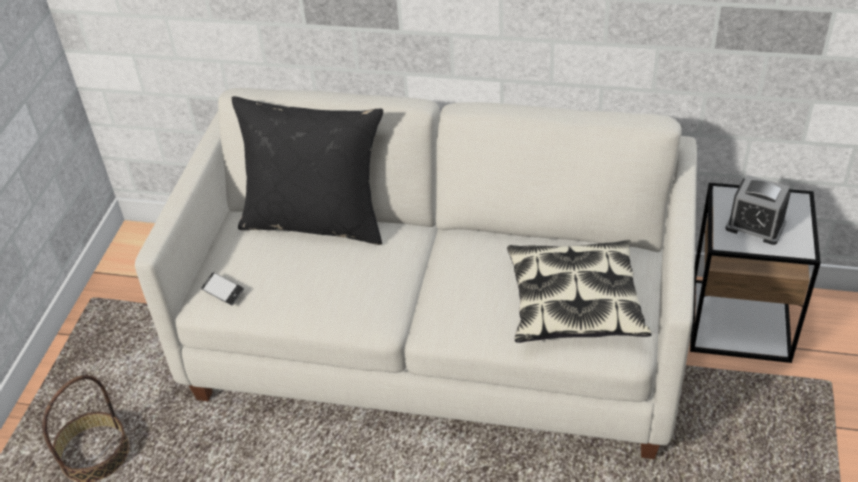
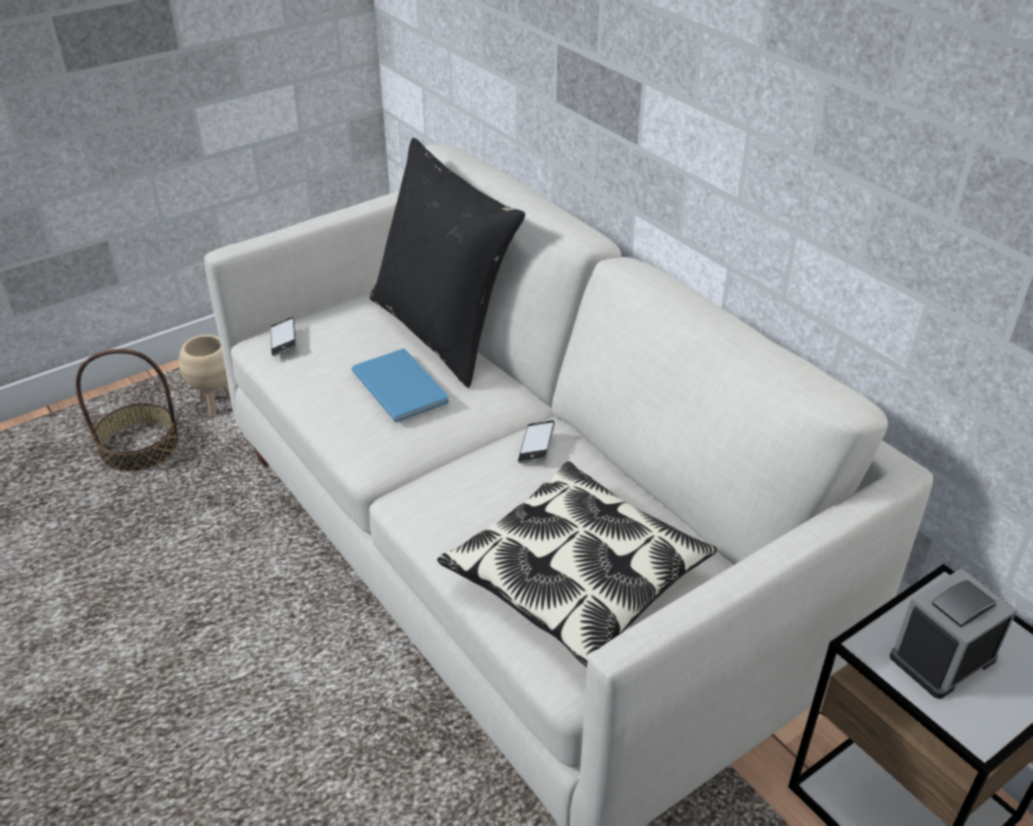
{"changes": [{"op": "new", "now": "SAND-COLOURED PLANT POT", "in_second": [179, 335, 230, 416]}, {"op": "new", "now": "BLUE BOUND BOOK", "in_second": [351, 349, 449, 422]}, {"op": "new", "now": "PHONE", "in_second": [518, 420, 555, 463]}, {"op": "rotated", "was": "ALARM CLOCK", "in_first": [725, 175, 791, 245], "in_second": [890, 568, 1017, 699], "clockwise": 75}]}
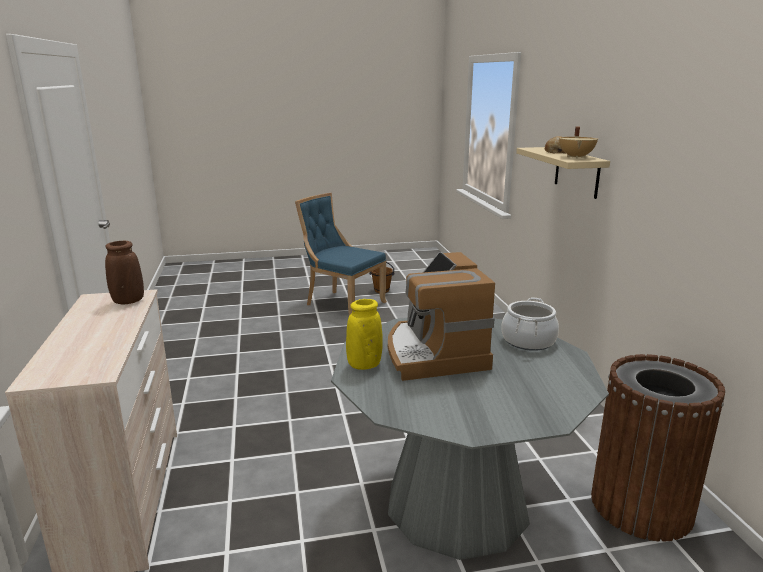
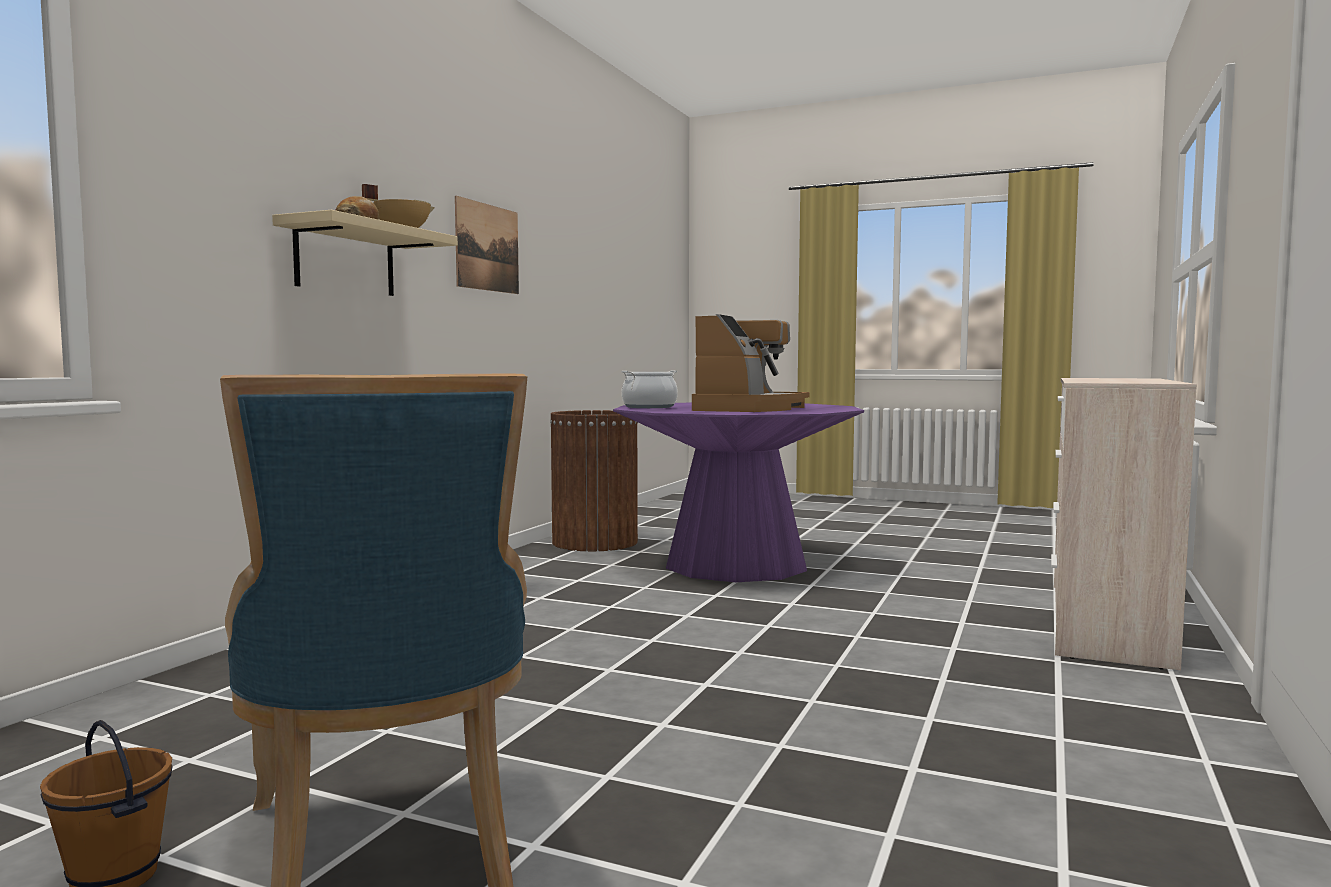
{"changes": [{"op": "new", "now": "WALL PICTURE", "in_second": [455, 196, 519, 294]}, {"op": "repainted", "was": "GREY DINNER TABLE", "now": "PURPLISH DINNER TABLE", "in_first": [331, 318, 609, 560], "in_second": [613, 403, 864, 582]}, {"op": "gone", "was": "BROWN-COLOURED FLOWER VASE", "in_first": [105, 241, 144, 305]}, {"op": "gone", "was": "YELLOWISH FLOWER VASE", "in_first": [346, 299, 383, 370]}]}
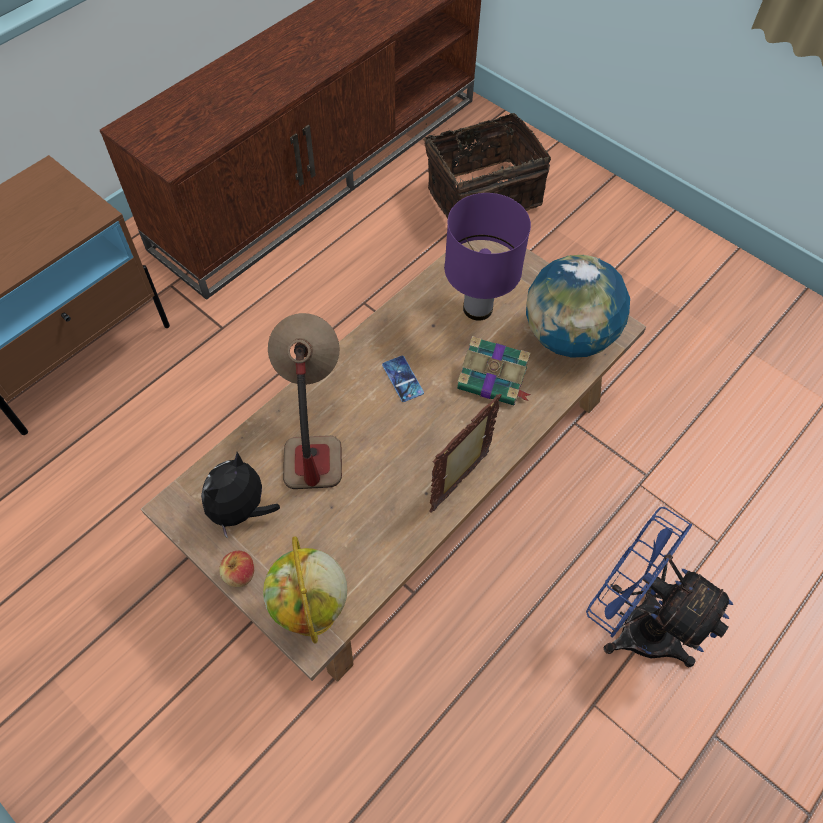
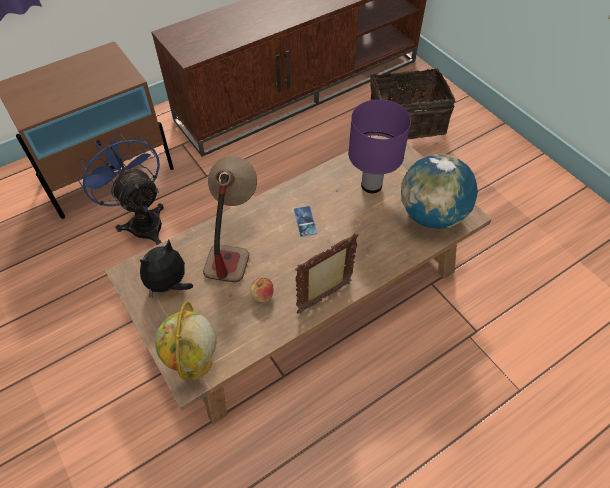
{"changes": [{"op": "shifted", "was": "BLUE COOLING FAN", "in_first": [586, 507, 733, 667], "in_second": [78, 131, 164, 245]}, {"op": "shifted", "was": "APPLE", "in_first": [219, 551, 254, 587], "in_second": [250, 278, 273, 302]}, {"op": "gone", "was": "BOUND BOOK", "in_first": [457, 336, 531, 405]}]}
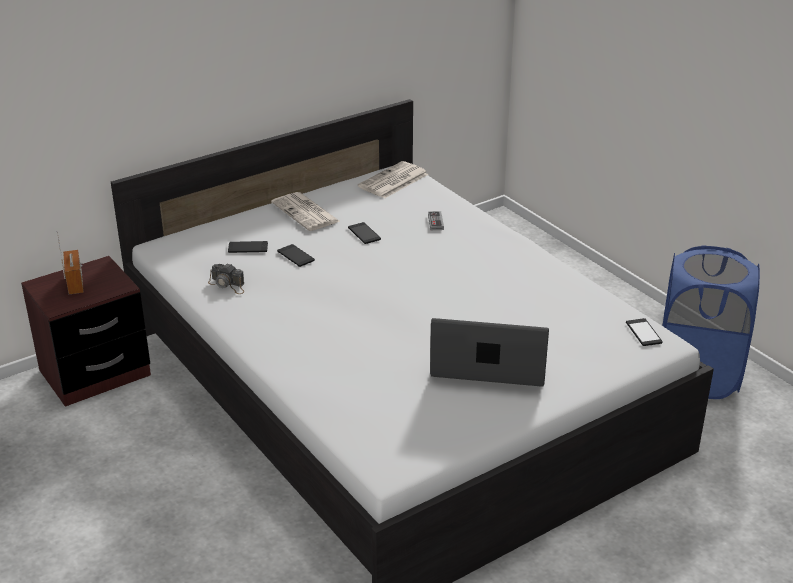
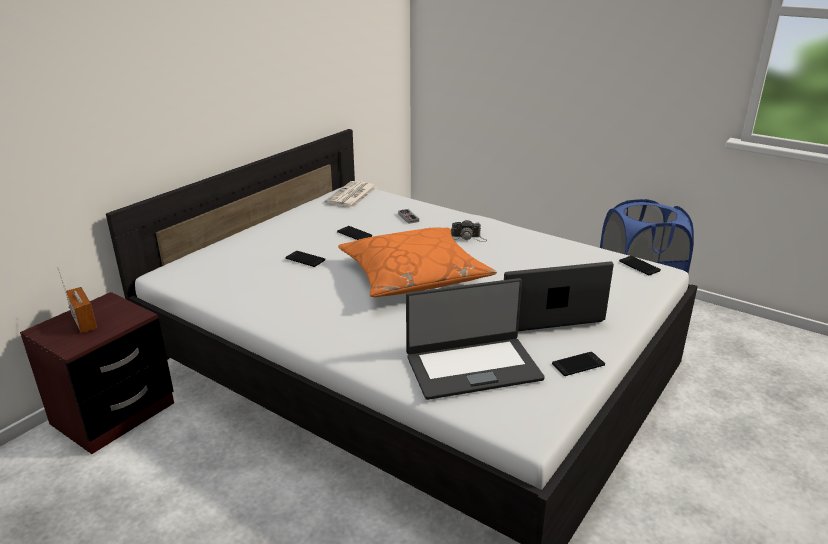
{"changes": [{"op": "new", "now": "ORANGE-COLOURED CUSHION", "in_second": [338, 227, 497, 297]}, {"op": "new", "now": "NOTEBOOK COMPUTER", "in_second": [406, 278, 545, 400]}, {"op": "shifted", "was": "PHOTO CAMERA", "in_first": [208, 263, 244, 294], "in_second": [451, 220, 487, 242]}, {"op": "shifted", "was": "PHONE", "in_first": [228, 241, 268, 253], "in_second": [552, 352, 605, 376]}, {"op": "gone", "was": "PRINTED PAPER", "in_first": [271, 192, 341, 231]}]}
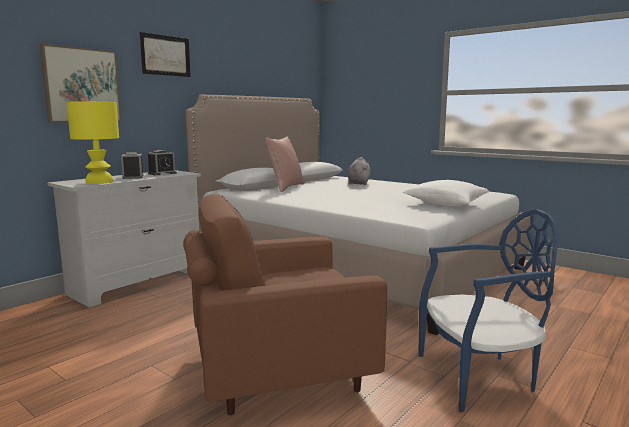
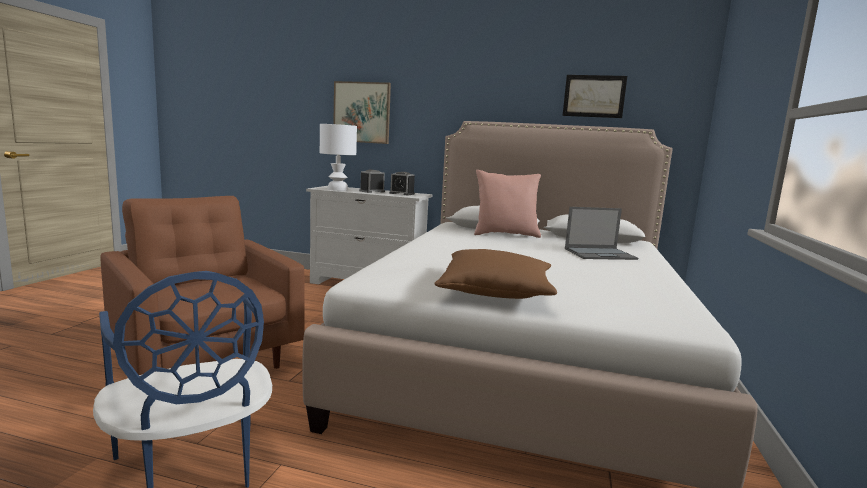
{"changes": [{"op": "repainted", "was": "YELLOWISH TABLE LAMP", "now": "WHITISH TABLE LAMP", "in_first": [66, 102, 119, 184], "in_second": [320, 124, 357, 191]}, {"op": "repainted", "was": "WHITISH CUSHION", "now": "BROWN-COLOURED CUSHION", "in_first": [403, 180, 489, 206], "in_second": [434, 249, 557, 299]}, {"op": "shifted", "was": "WALL PICTURE", "in_first": [140, 32, 191, 77], "in_second": [563, 75, 627, 118]}, {"op": "swapped", "was": "GREY SOFT TOY", "now": "NOTEBOOK COMPUTER", "in_first": [348, 157, 370, 185], "in_second": [565, 207, 638, 260]}]}
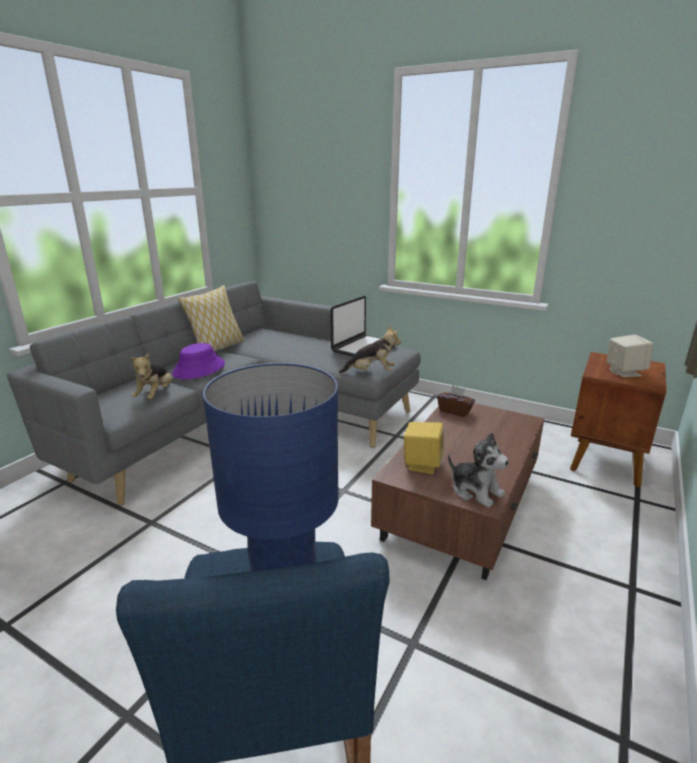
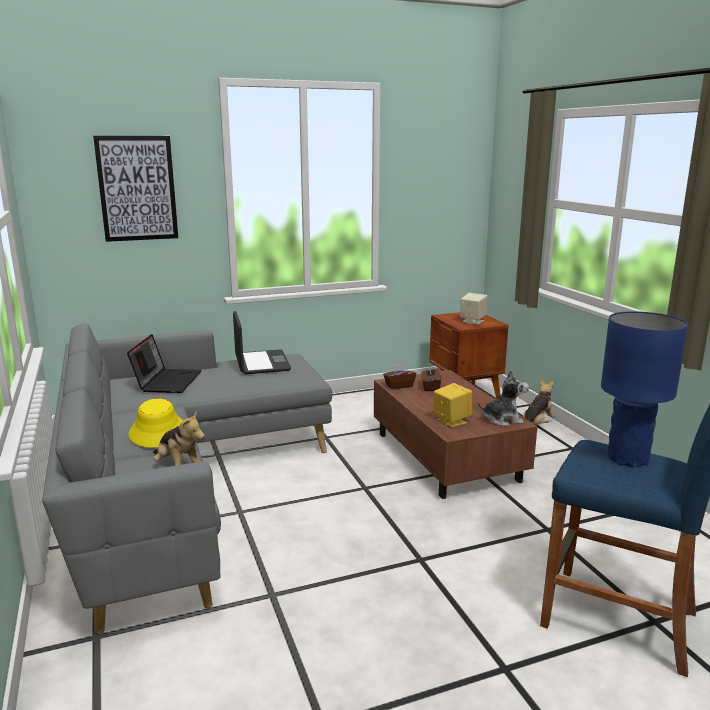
{"changes": [{"op": "new", "now": "WALL PICTURE", "in_second": [93, 136, 178, 242]}, {"op": "new", "now": "NOTEBOOK COMPUTER", "in_second": [127, 334, 201, 393]}, {"op": "repainted", "was": "PURPLISH CLOTHING HAT", "now": "YELLOWISH CLOTHING HAT", "in_first": [172, 343, 225, 379], "in_second": [128, 398, 183, 448]}, {"op": "new", "now": "BROWN-COLOURED TISSUE HOLDER", "in_second": [421, 365, 442, 391]}, {"op": "shifted", "was": "SOFT TOY", "in_first": [339, 326, 401, 373], "in_second": [523, 379, 555, 424]}, {"op": "gone", "was": "CUSHION", "in_first": [178, 285, 245, 352]}]}
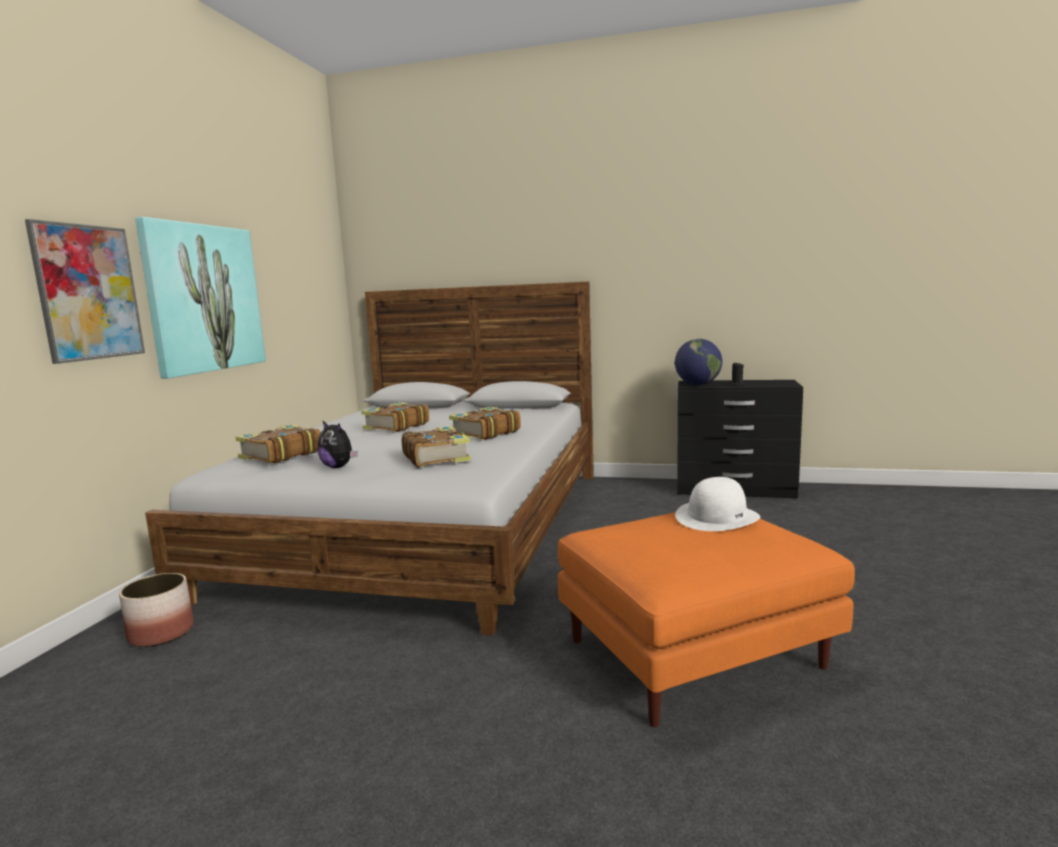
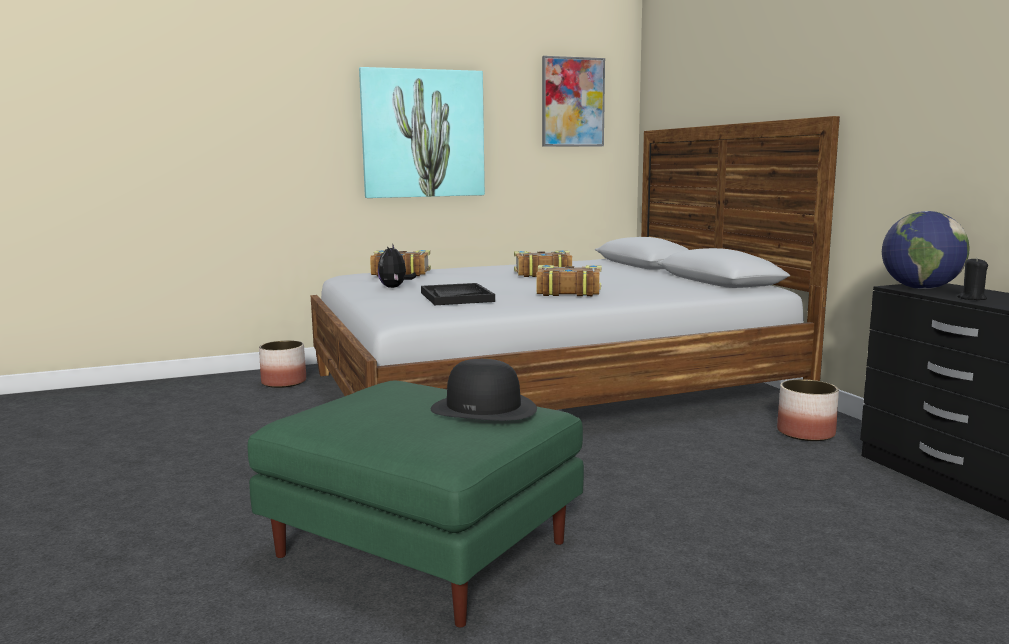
{"changes": [{"op": "repainted", "was": "ORANGE-COLOURED OTTOMAN", "now": "GREEN-COLOURED OTTOMAN", "in_first": [558, 512, 855, 727], "in_second": [248, 381, 584, 627]}, {"op": "swapped", "was": "BOUND BOOK", "now": "BLACK TRAY", "in_first": [402, 426, 472, 467], "in_second": [421, 283, 495, 305]}, {"op": "repainted", "was": "WHITISH CLOTHING HAT", "now": "BLACK CLOTHING HAT", "in_first": [675, 477, 760, 531], "in_second": [431, 359, 537, 421]}, {"op": "shifted", "was": "WALL PICTURE", "in_first": [25, 219, 145, 364], "in_second": [542, 56, 605, 147]}, {"op": "new", "now": "PLANT POT", "in_second": [777, 379, 839, 441]}]}
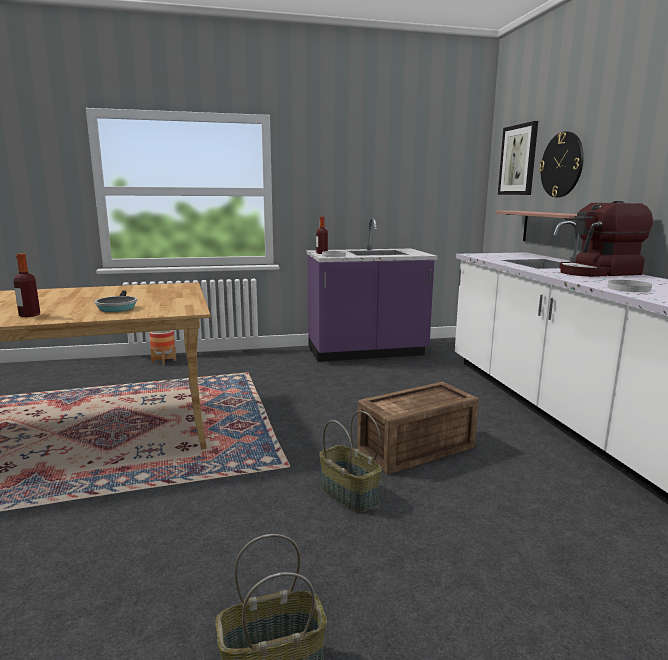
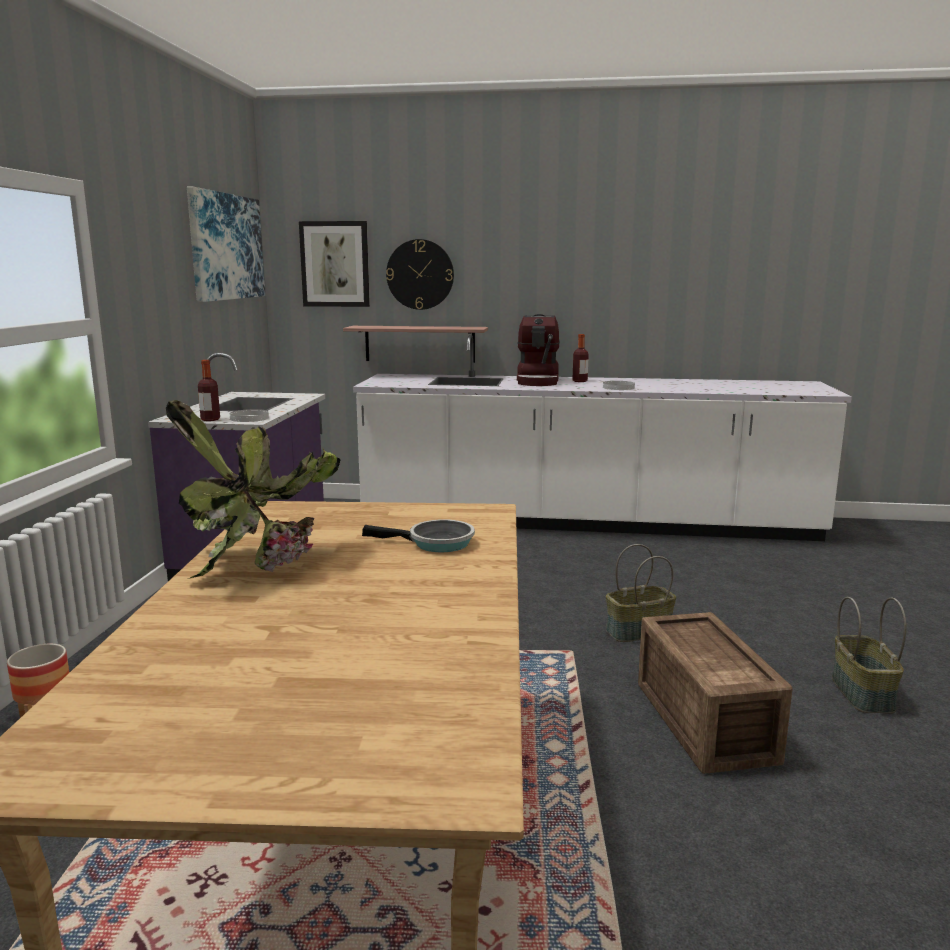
{"changes": [{"op": "new", "now": "PLANT IN A POT", "in_second": [166, 400, 341, 579]}, {"op": "new", "now": "WALL PICTURE", "in_second": [187, 187, 265, 302]}, {"op": "shifted", "was": "BEVERAGE BOTTLE", "in_first": [13, 254, 40, 317], "in_second": [573, 334, 589, 382]}, {"op": "shifted", "was": "PACKING CRATE", "in_first": [357, 382, 479, 474], "in_second": [638, 612, 793, 774]}]}
